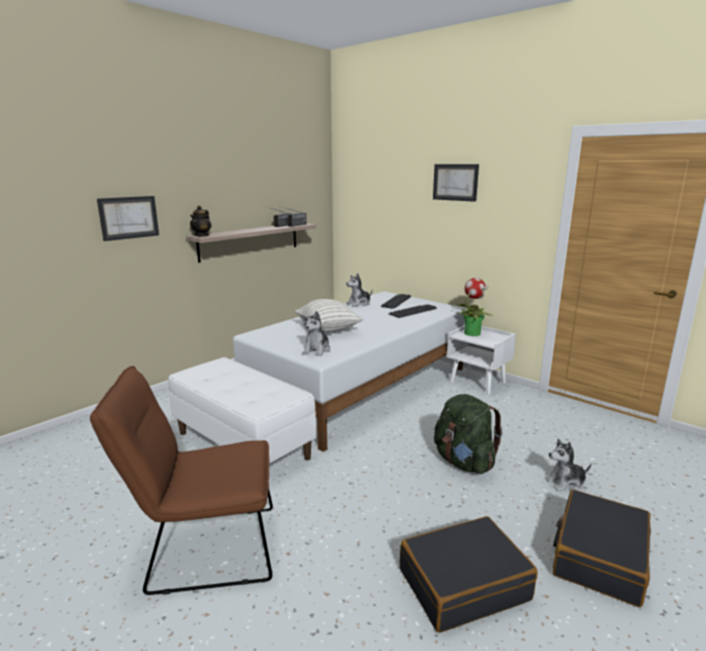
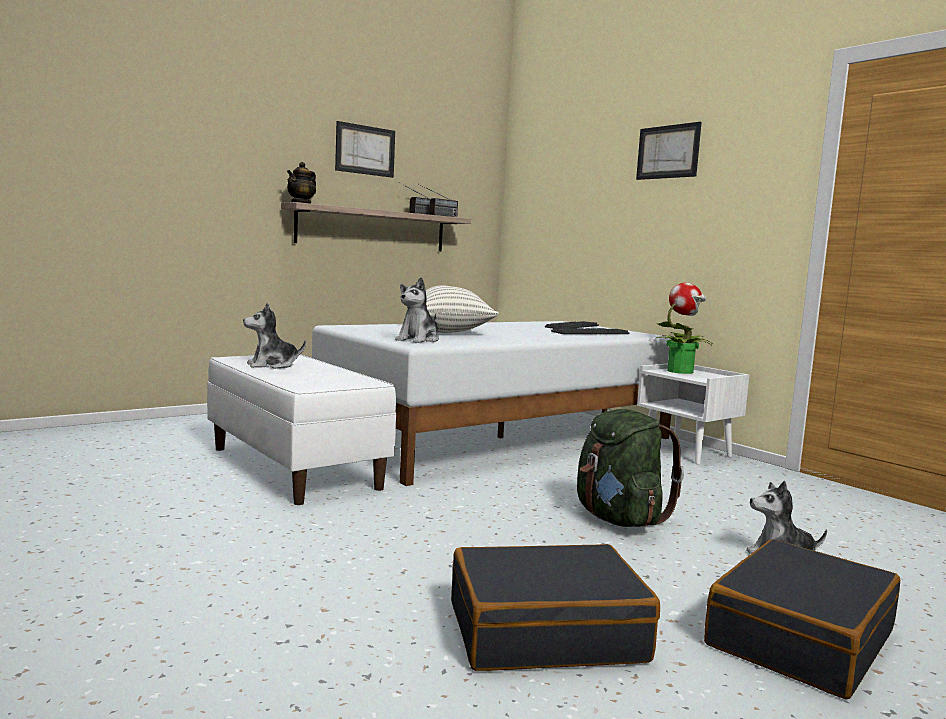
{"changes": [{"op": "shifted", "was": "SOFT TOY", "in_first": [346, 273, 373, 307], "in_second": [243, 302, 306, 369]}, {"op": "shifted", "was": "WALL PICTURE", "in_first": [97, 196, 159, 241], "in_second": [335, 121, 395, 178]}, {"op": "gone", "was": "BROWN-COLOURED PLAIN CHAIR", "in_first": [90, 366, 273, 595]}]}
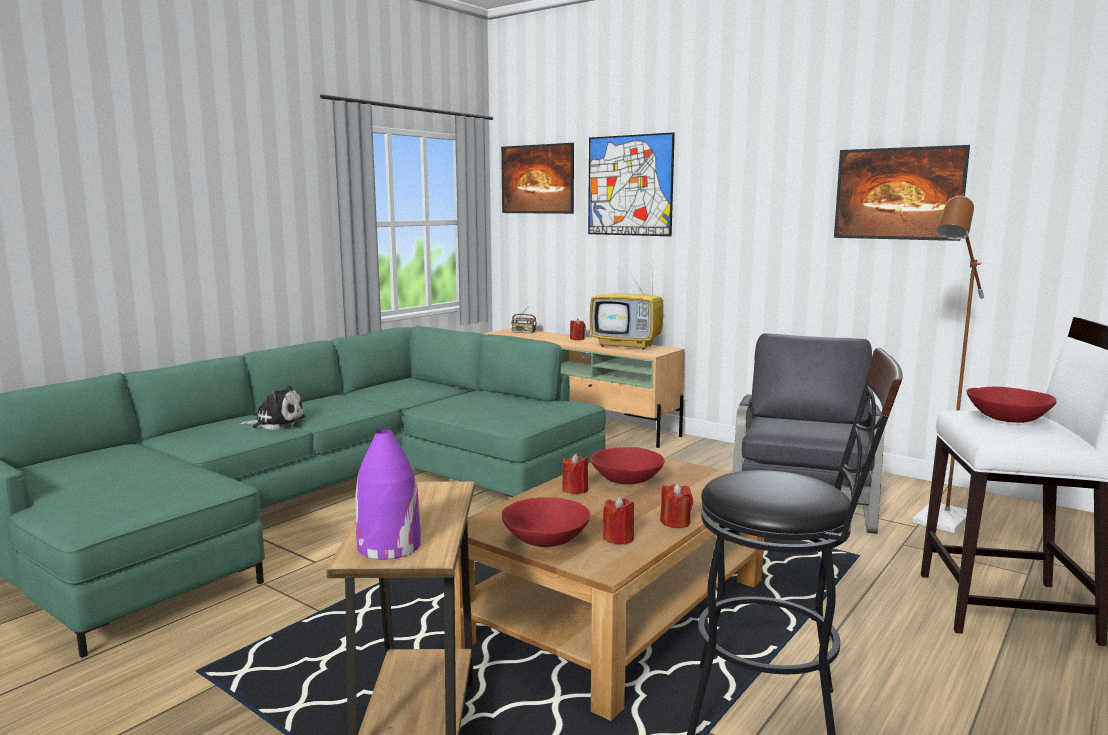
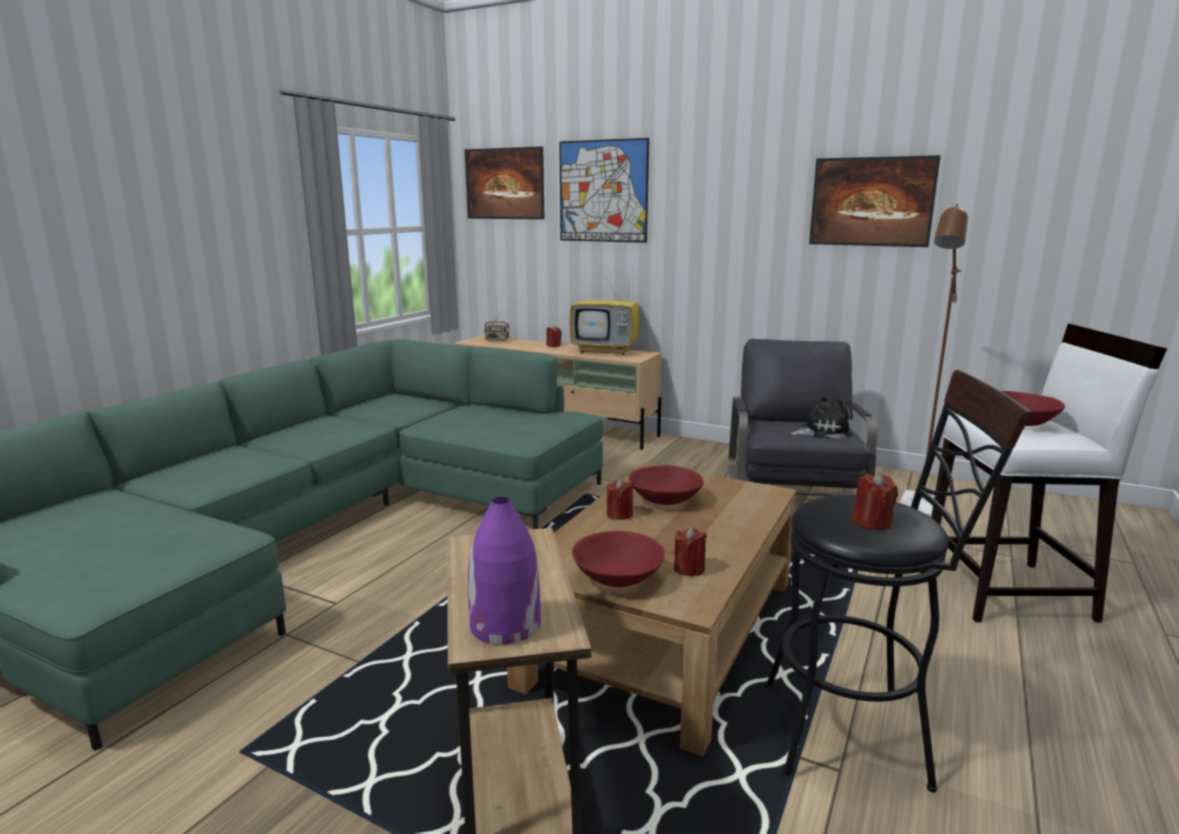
{"changes": [{"op": "shifted", "was": "SOFT TOY", "in_first": [239, 386, 305, 430], "in_second": [791, 394, 853, 439]}, {"op": "shifted", "was": "RED-COLOURED WAX CANDLE", "in_first": [660, 483, 693, 528], "in_second": [852, 473, 898, 530]}]}
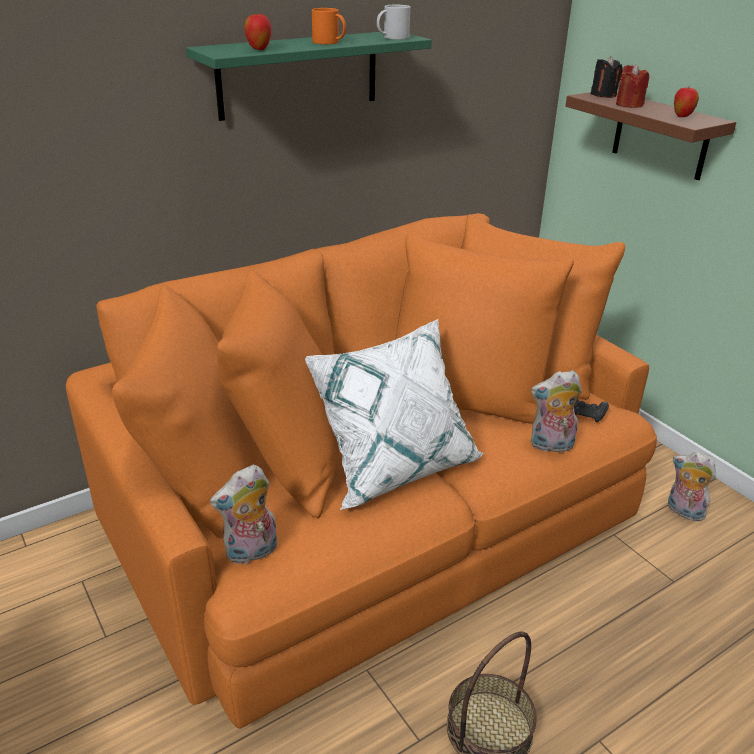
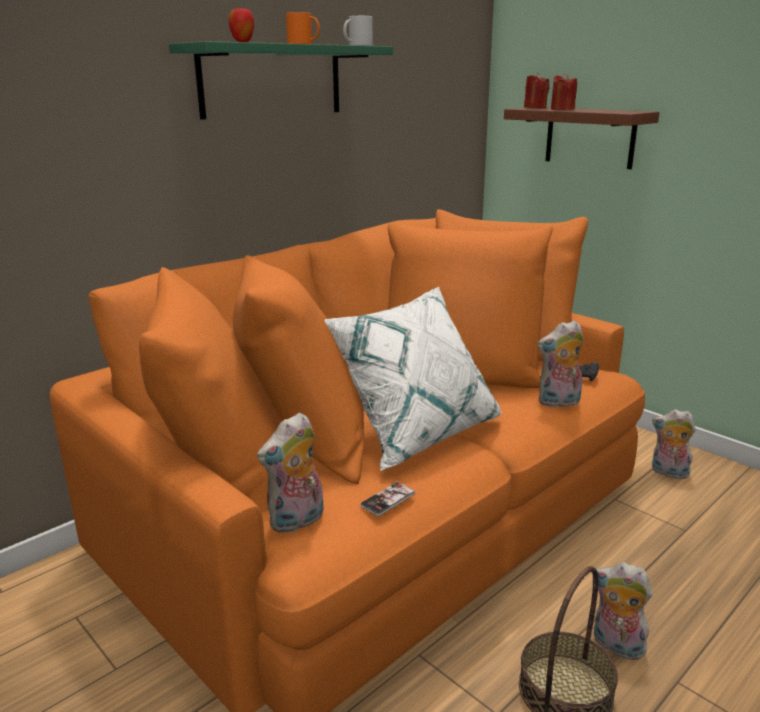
{"changes": [{"op": "new", "now": "PHONE", "in_second": [360, 481, 415, 516]}, {"op": "repainted", "was": "BLACK WAX CANDLE", "now": "RED-COLOURED WAX CANDLE", "in_first": [591, 56, 622, 98], "in_second": [524, 73, 550, 108]}, {"op": "new", "now": "SOFT TOY", "in_second": [594, 562, 653, 661]}, {"op": "gone", "was": "APPLE", "in_first": [674, 88, 699, 117]}]}
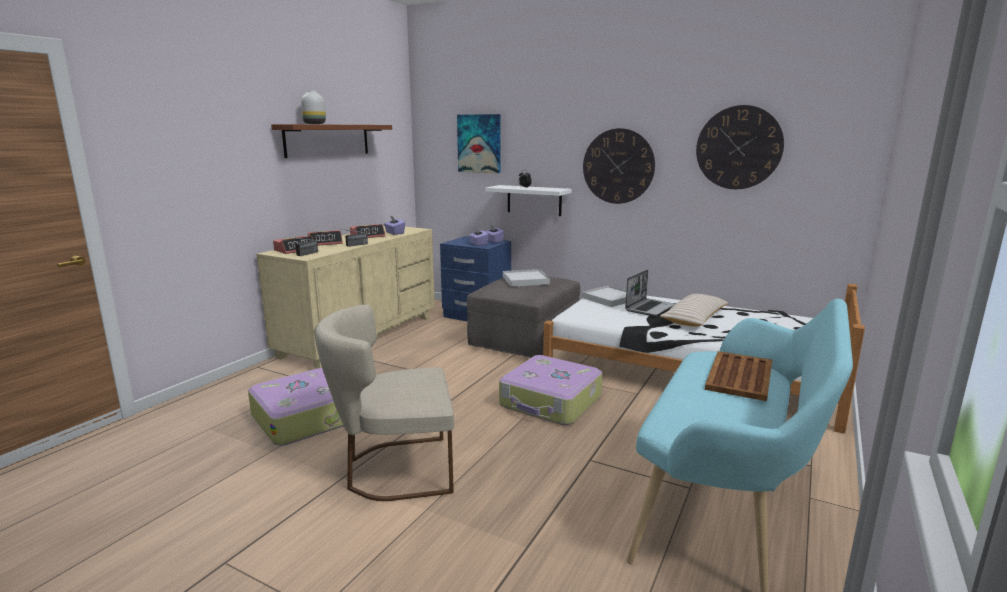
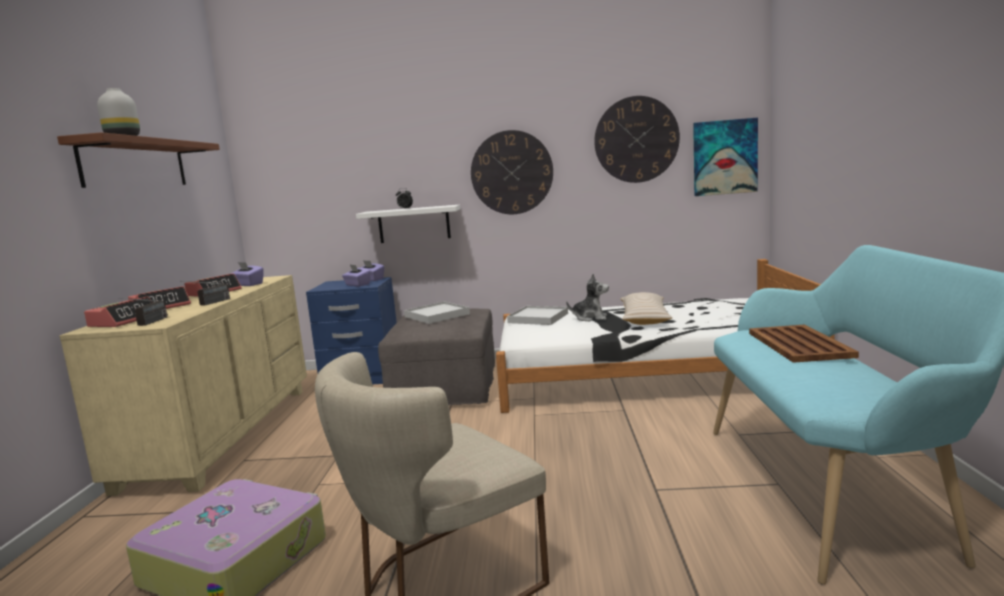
{"changes": [{"op": "swapped", "was": "NOTEBOOK COMPUTER", "now": "SOFT TOY", "in_first": [625, 270, 675, 316], "in_second": [566, 274, 609, 321]}, {"op": "shifted", "was": "WALL PICTURE", "in_first": [457, 114, 501, 173], "in_second": [693, 118, 758, 196]}, {"op": "gone", "was": "TRAVEL CASE", "in_first": [499, 355, 602, 425]}]}
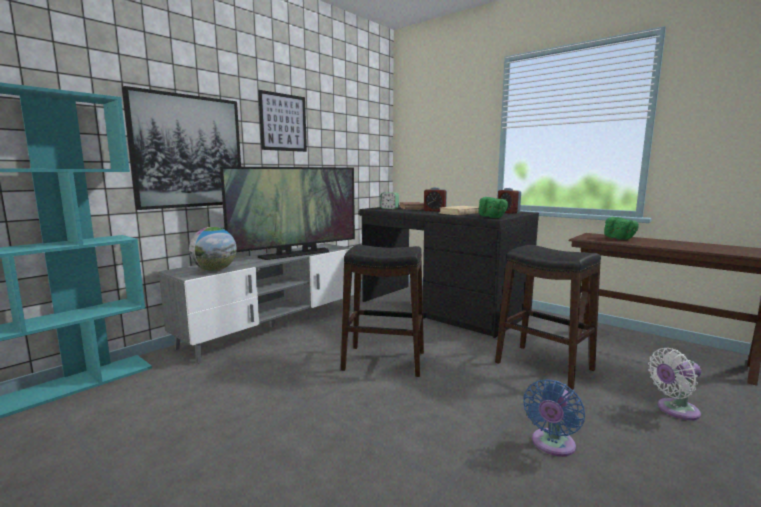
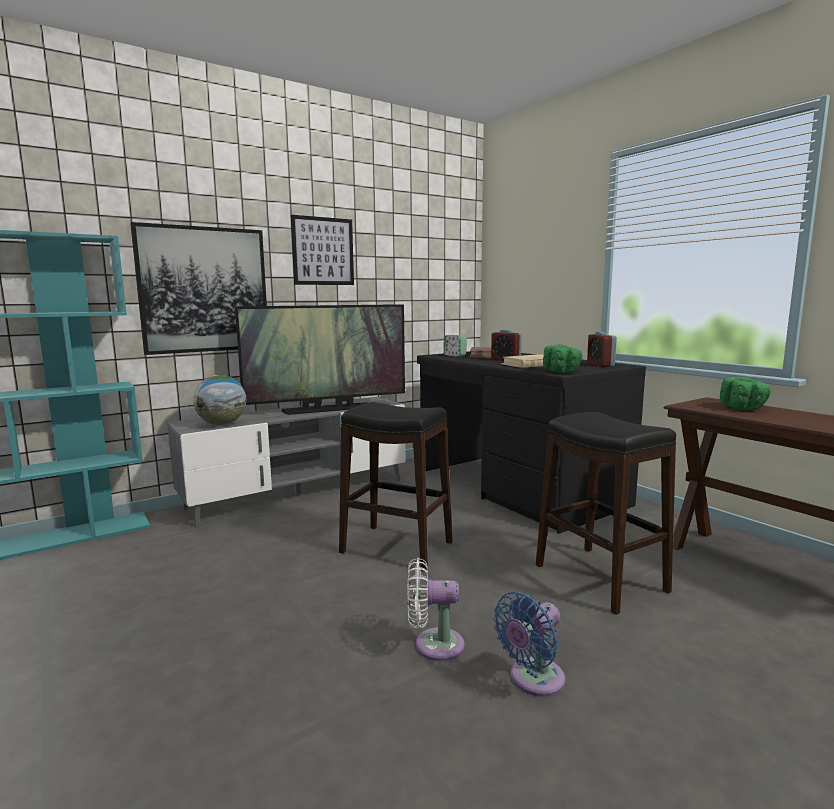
{"changes": [{"op": "shifted", "was": "WHITISH COOLING FAN", "in_first": [648, 348, 701, 420], "in_second": [407, 558, 465, 661]}]}
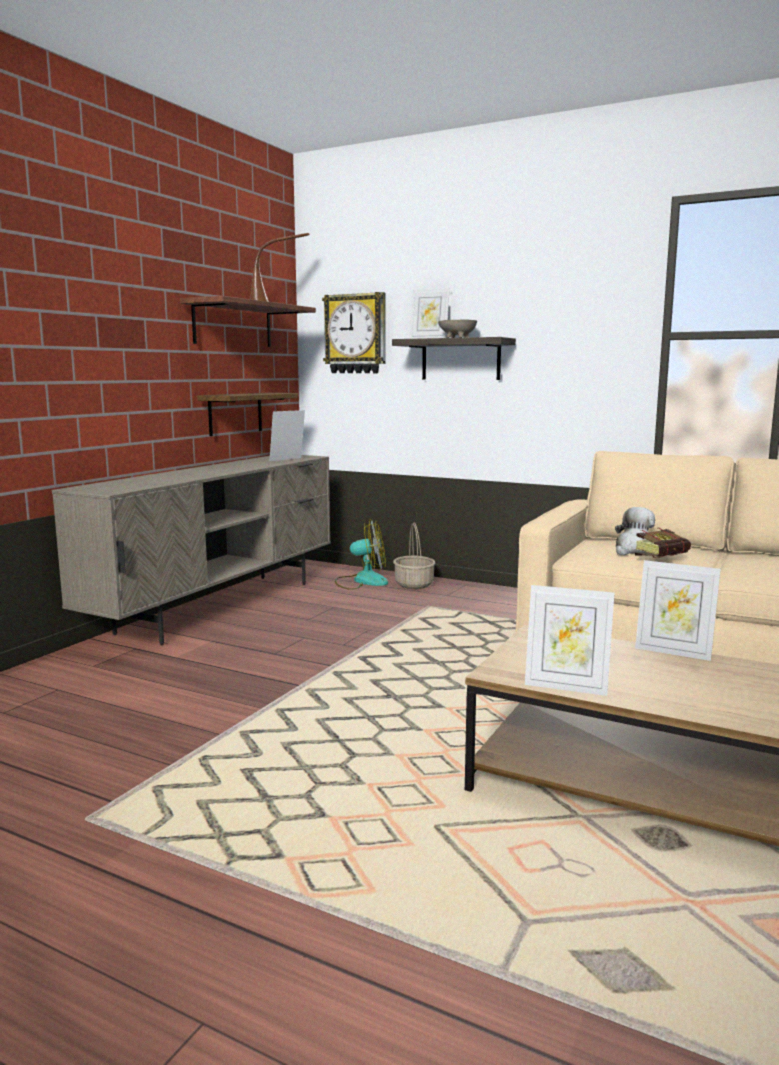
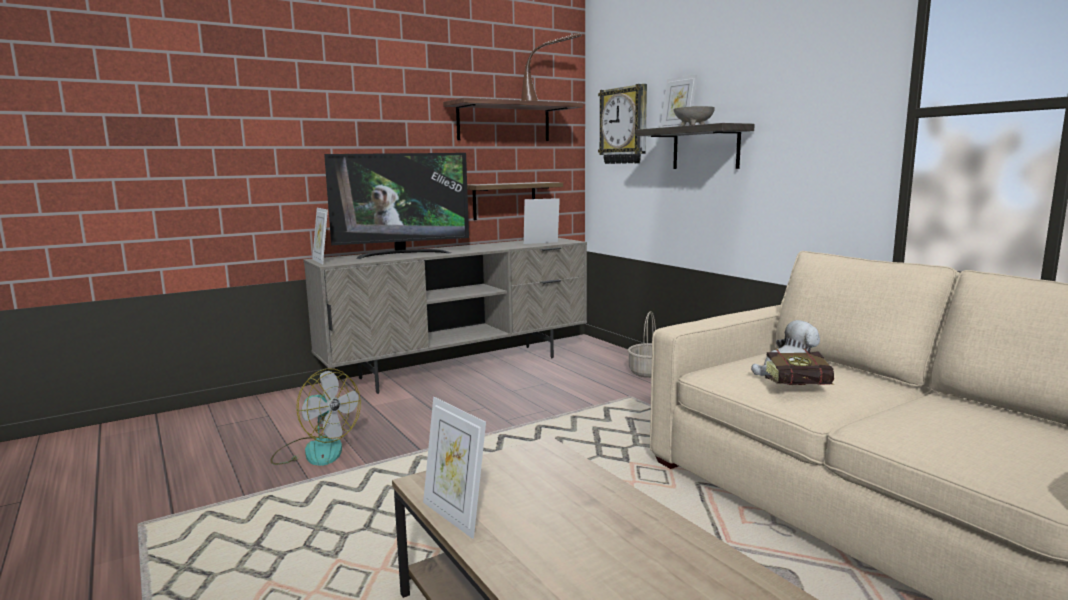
{"changes": [{"op": "shifted", "was": "COOLING FAN", "in_first": [335, 519, 388, 590], "in_second": [270, 368, 361, 466]}, {"op": "shifted", "was": "STANDING FRAME", "in_first": [635, 560, 721, 661], "in_second": [312, 208, 328, 264]}, {"op": "new", "now": "TV", "in_second": [324, 153, 469, 259]}]}
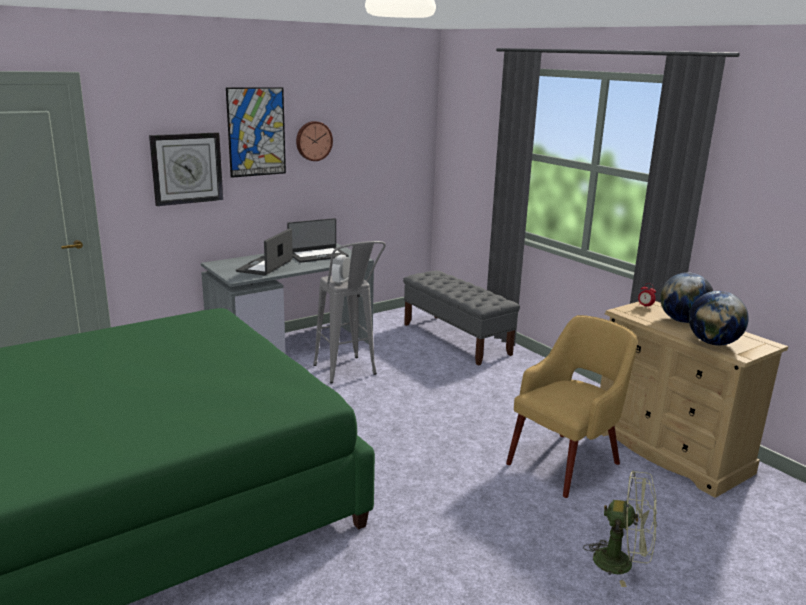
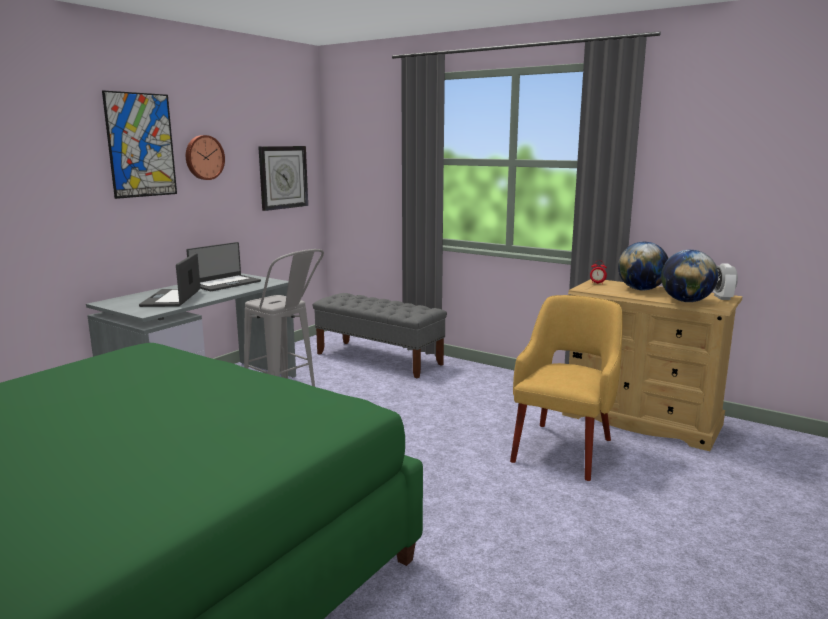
{"changes": [{"op": "shifted", "was": "CLOCK ON THE WALL", "in_first": [149, 132, 223, 206], "in_second": [258, 146, 308, 211]}, {"op": "shifted", "was": "ALARM CLOCK", "in_first": [331, 255, 350, 285], "in_second": [713, 263, 738, 300]}, {"op": "gone", "was": "GREEN-COLOURED COOLING FAN", "in_first": [583, 471, 657, 587]}]}
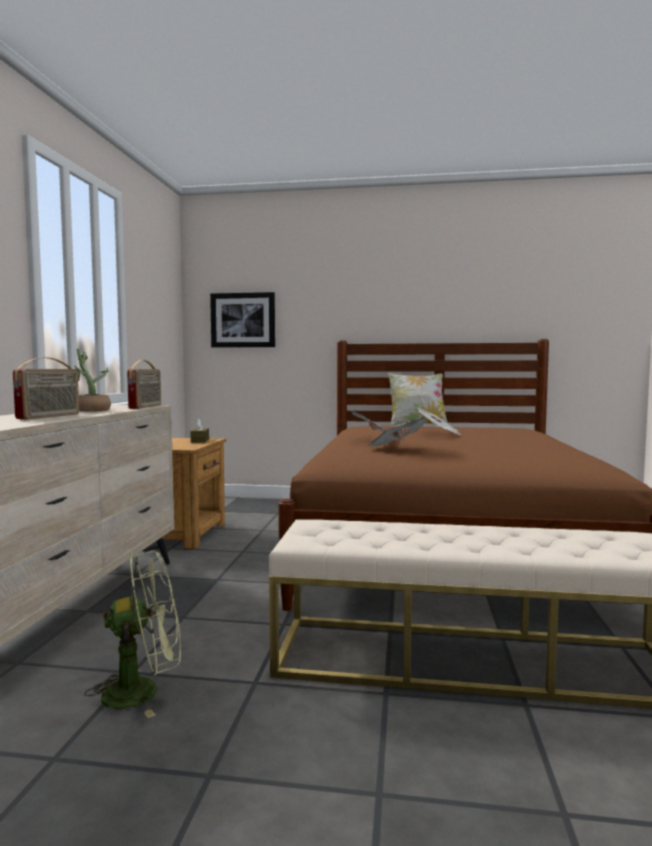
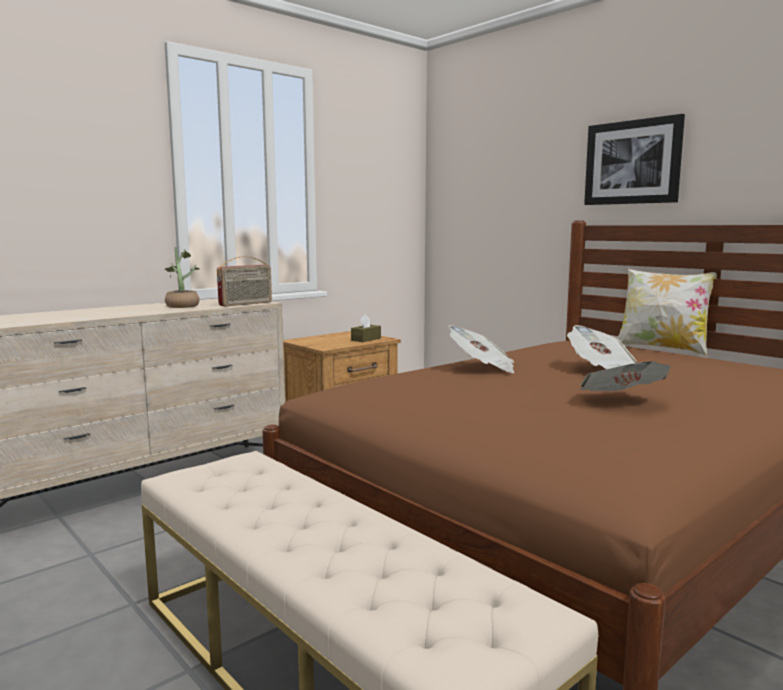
{"changes": [{"op": "shifted", "was": "PRINTED PAPER", "in_first": [368, 417, 428, 446], "in_second": [580, 361, 671, 391]}, {"op": "shifted", "was": "WALL PICTURE", "in_first": [210, 292, 275, 348], "in_second": [584, 114, 685, 205]}, {"op": "gone", "was": "RADIO SET", "in_first": [13, 357, 79, 419]}, {"op": "gone", "was": "GREEN-COLOURED COOLING FAN", "in_first": [85, 550, 181, 718]}]}
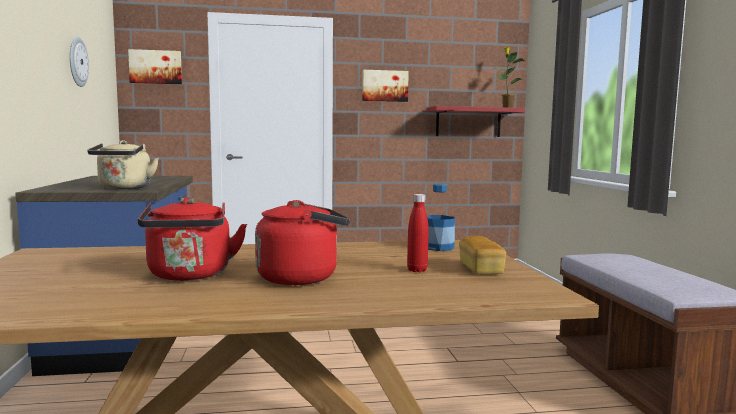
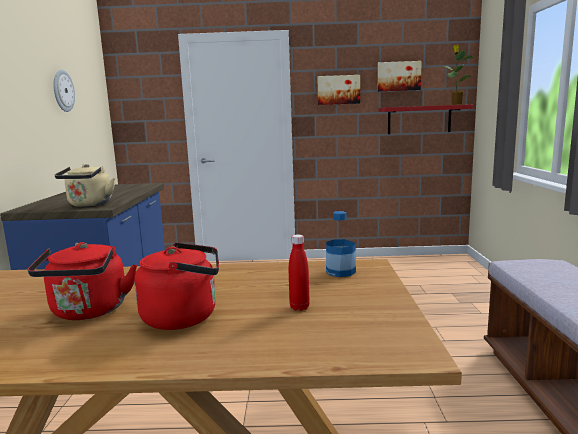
{"changes": [{"op": "shifted", "was": "WALL PICTURE", "in_first": [128, 49, 182, 84], "in_second": [378, 61, 422, 92]}, {"op": "gone", "was": "BAKERY BREAD", "in_first": [459, 236, 506, 274]}]}
